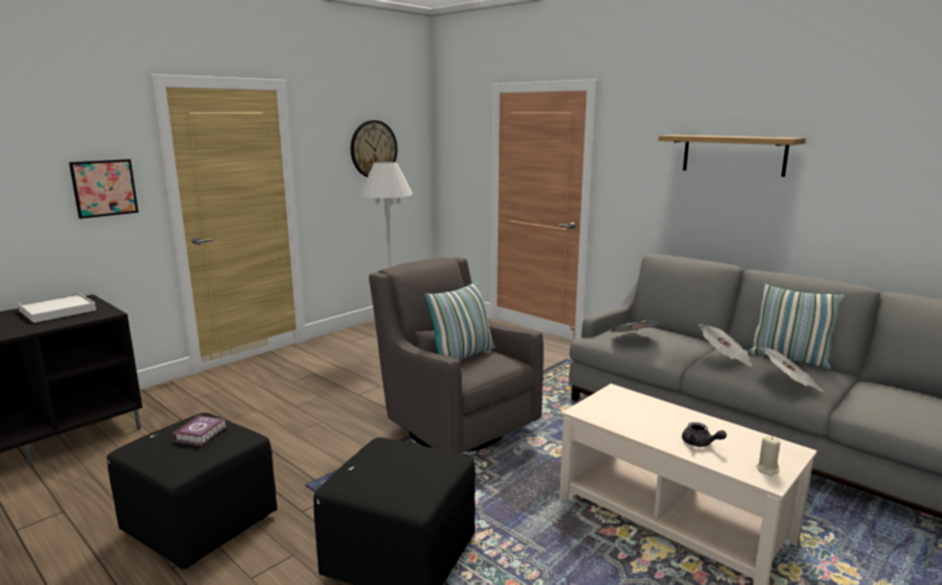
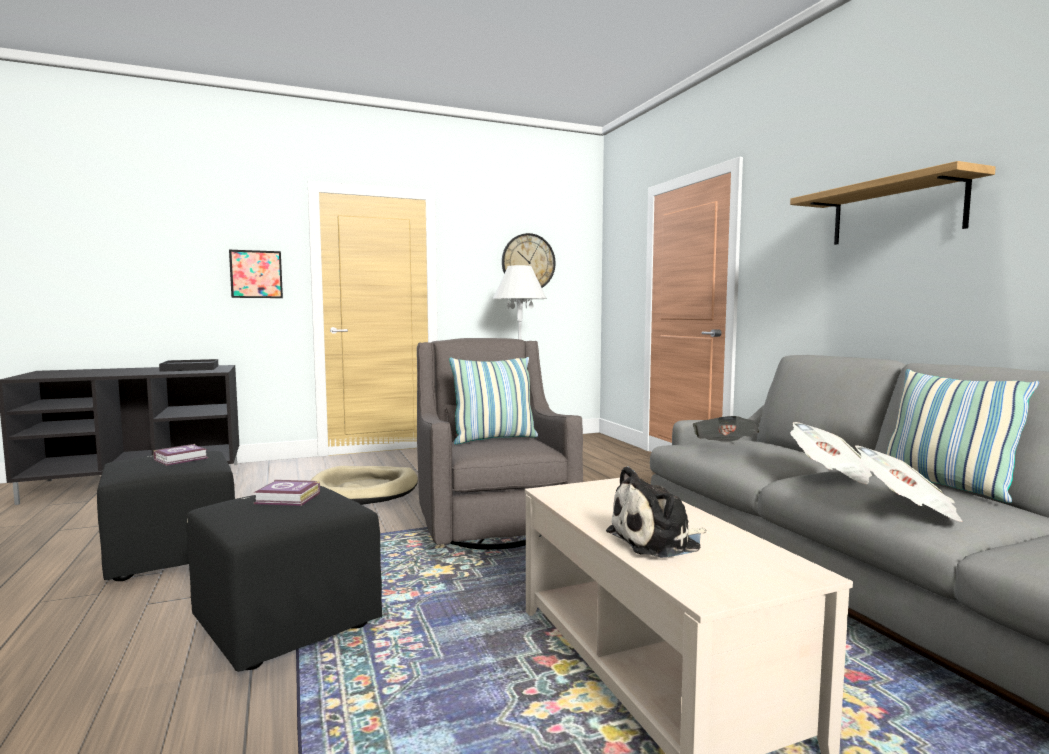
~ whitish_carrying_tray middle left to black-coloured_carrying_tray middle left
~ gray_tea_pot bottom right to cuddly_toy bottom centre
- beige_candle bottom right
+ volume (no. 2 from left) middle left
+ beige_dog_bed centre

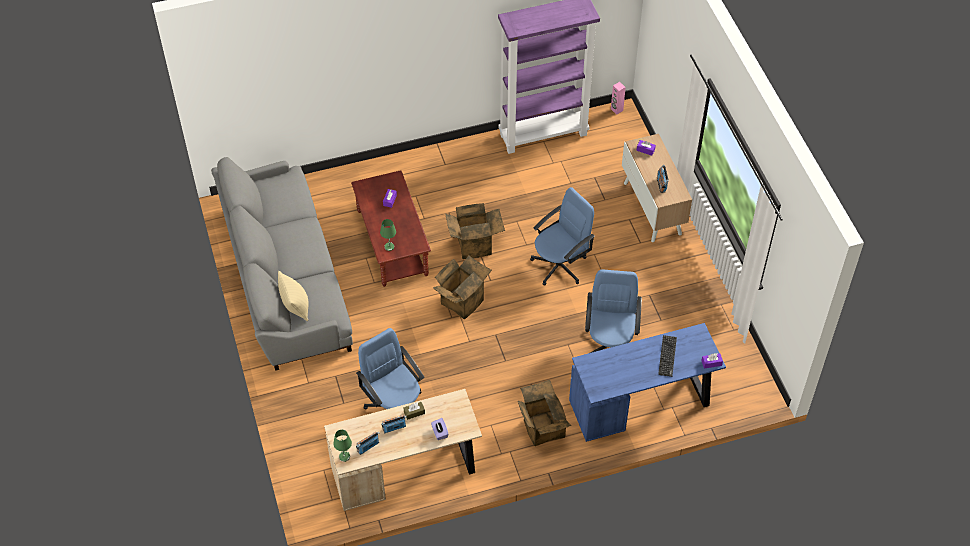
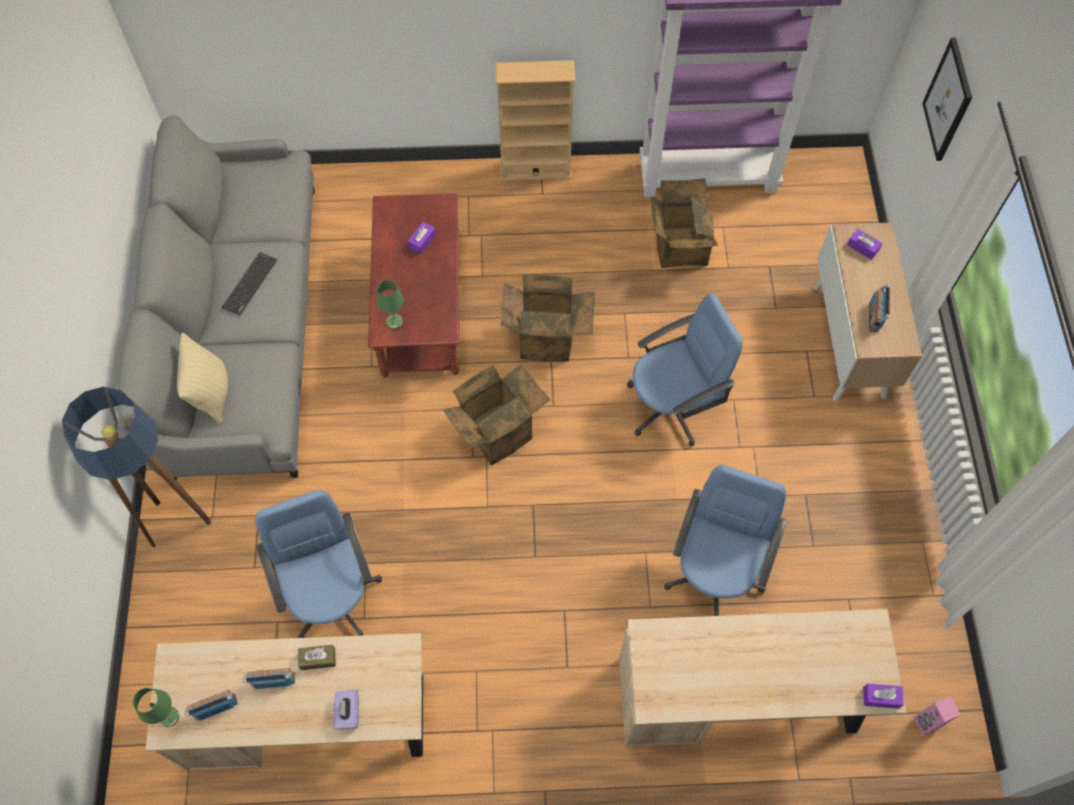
~ packing_box (no. 3 from left) bottom centre to top centre
~ blue_desk_unit bottom right to beige_desk_unit (no. 2 from left) bottom right
~ pink_speaker top centre to bottom right
~ computer_keyboard middle right to middle left
+ floor_lamp middle left
+ beige_shelving_unit top centre
+ wall_picture top right

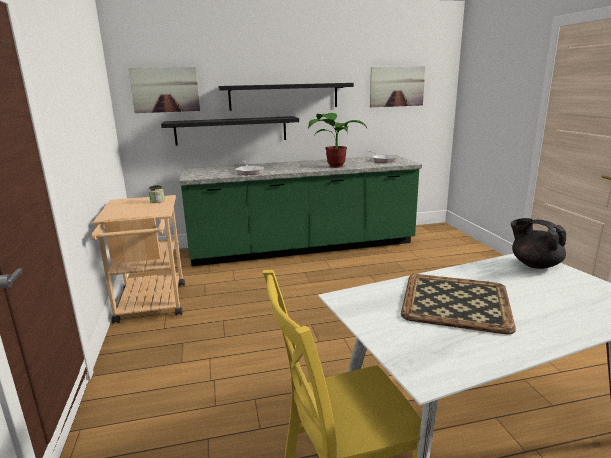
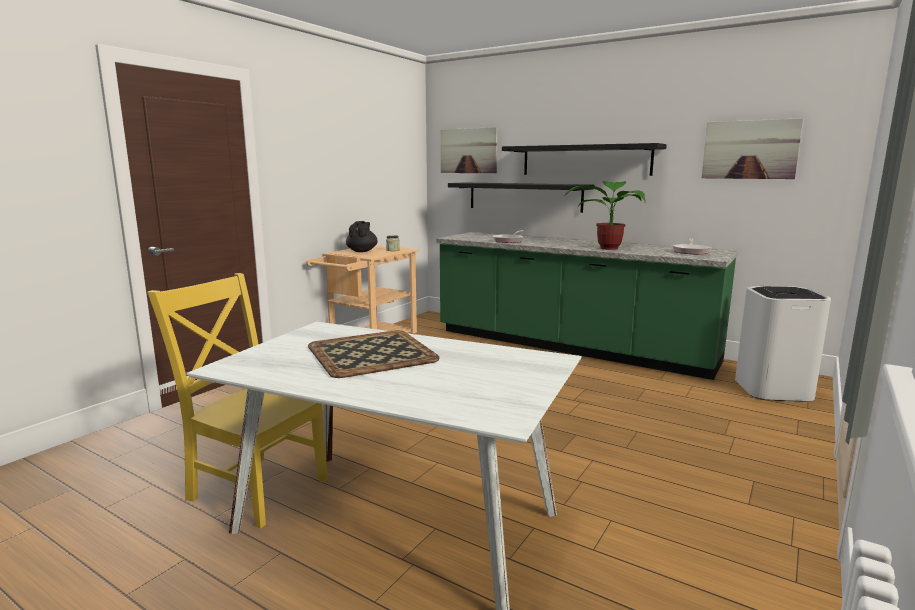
~ black-coloured_tea_pot middle right to centre
+ whitish_waste_bin middle right

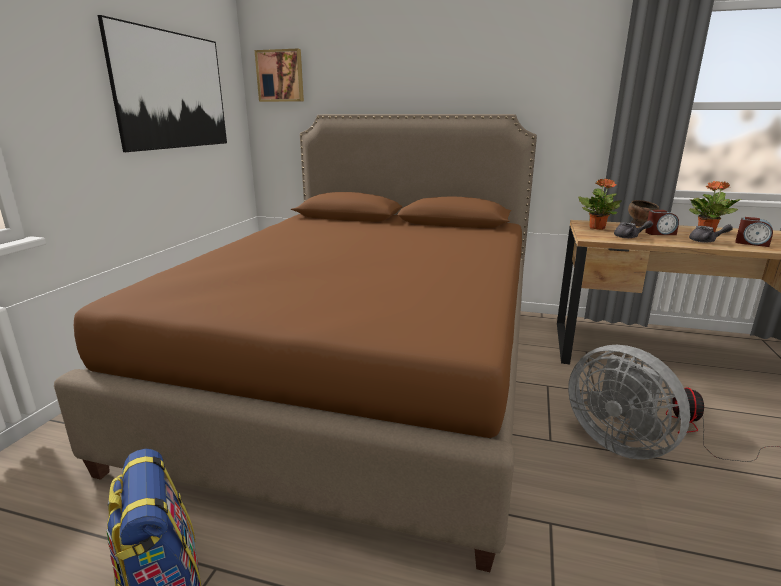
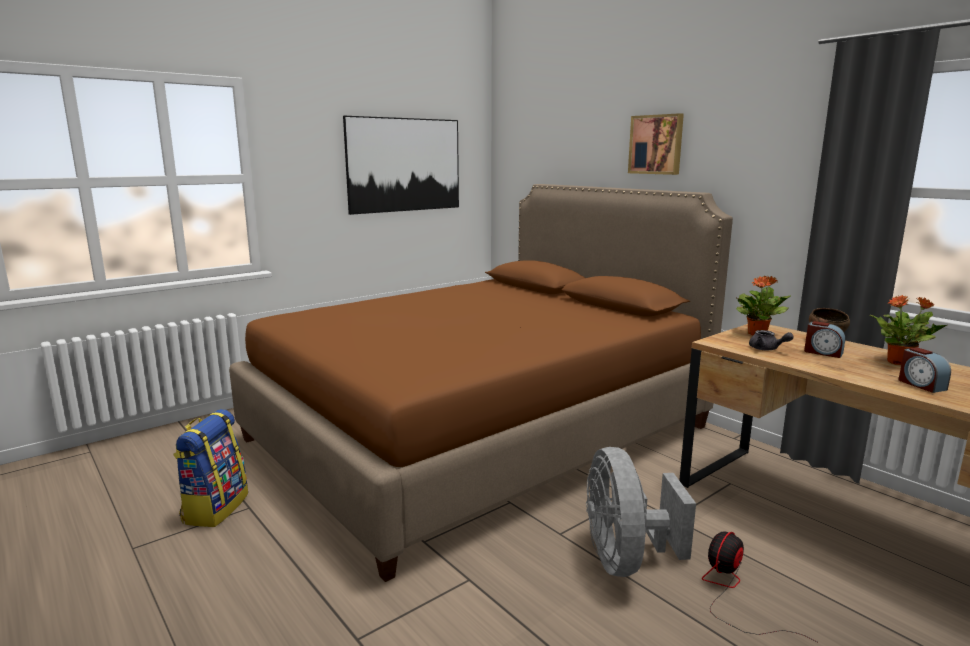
~ wall_picture (no. 2 from left) top centre to top right
- gray_tea_pot (no. 2 from left) middle right

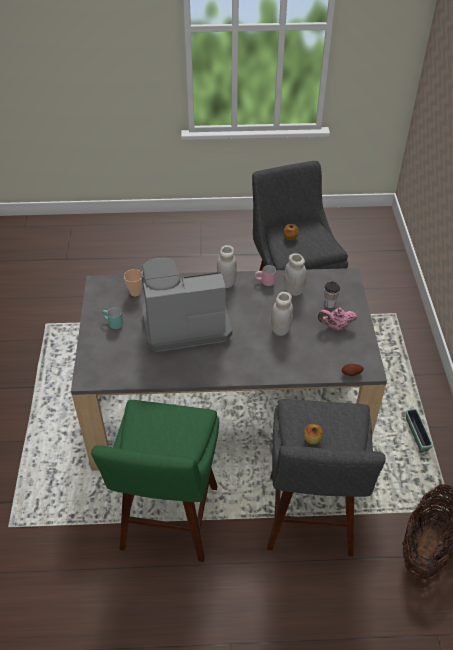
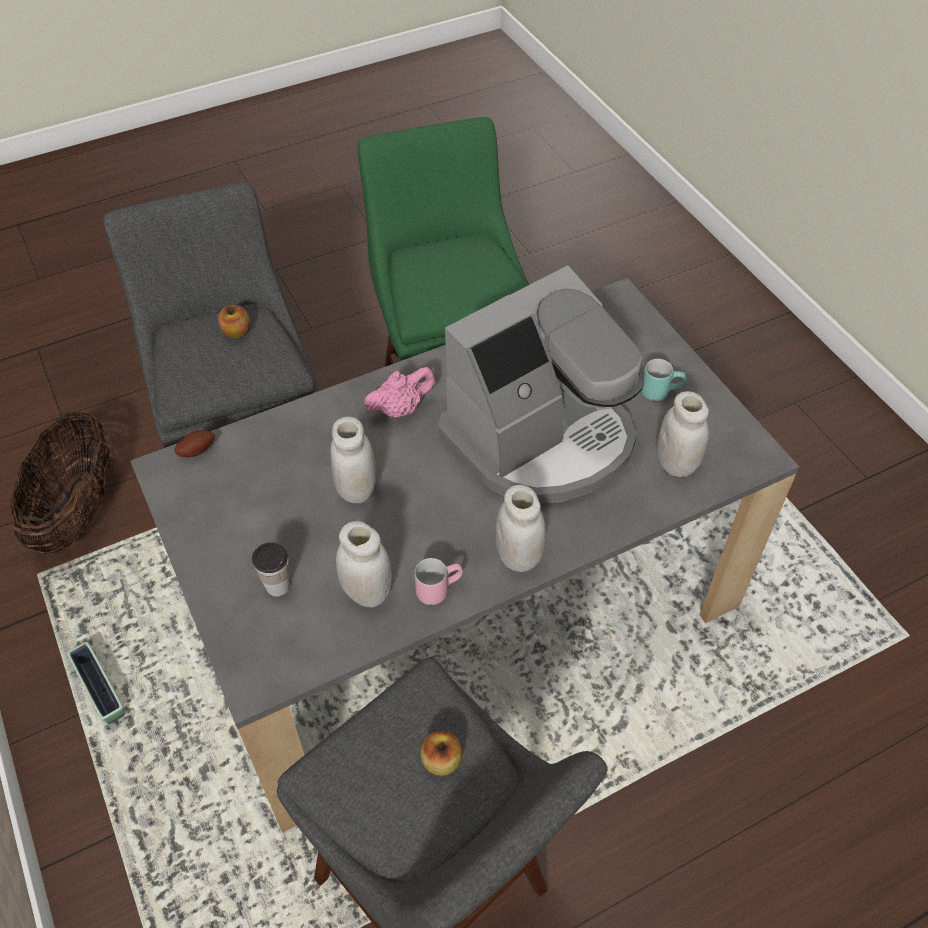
~ drinking_cup (no. 1 from left) middle left to whitish_jar (no. 4 from left) middle right
~ pink_tea_pot middle right to centre

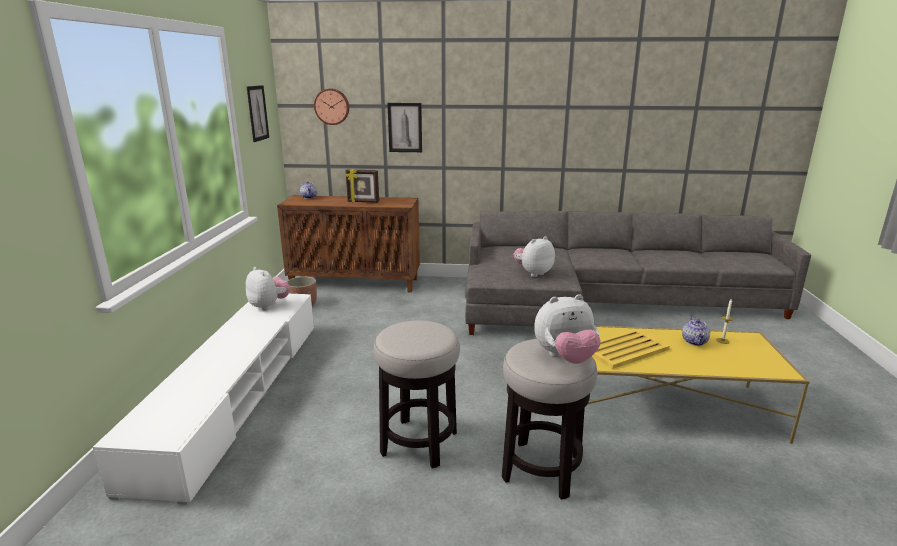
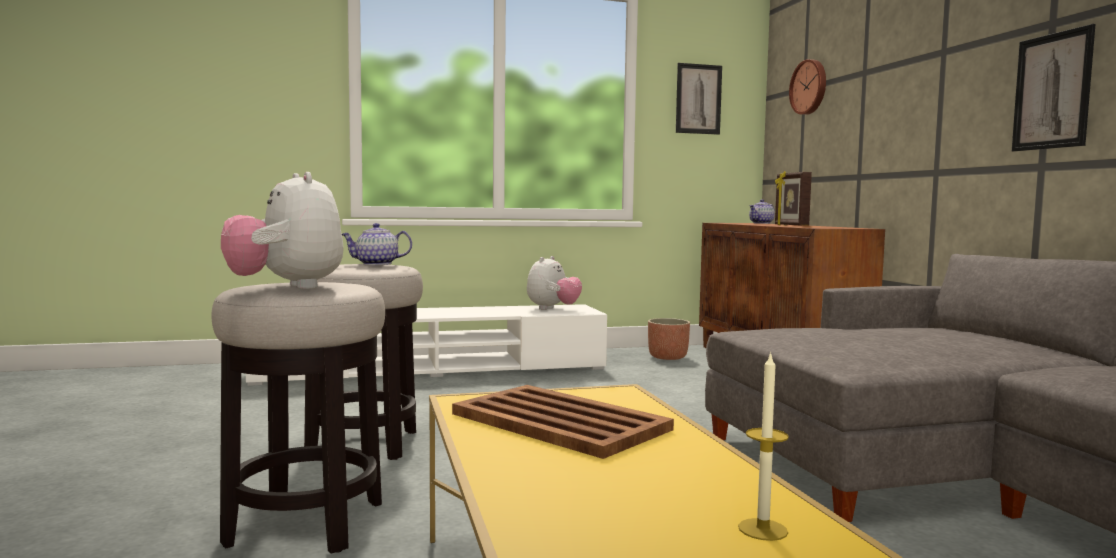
~ wall_picture (no. 2 from left) top centre to top right
- cuddly_toy (no. 2 from left) centre
~ yellow_carrying_tray middle right to brownish_carrying_tray bottom centre
~ tea_pot (no. 2 from left in the first image) middle right to tea_pot (no. 1 from left) centre

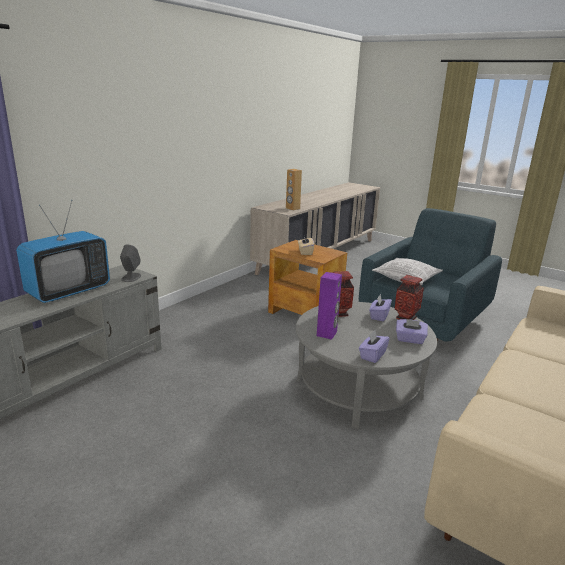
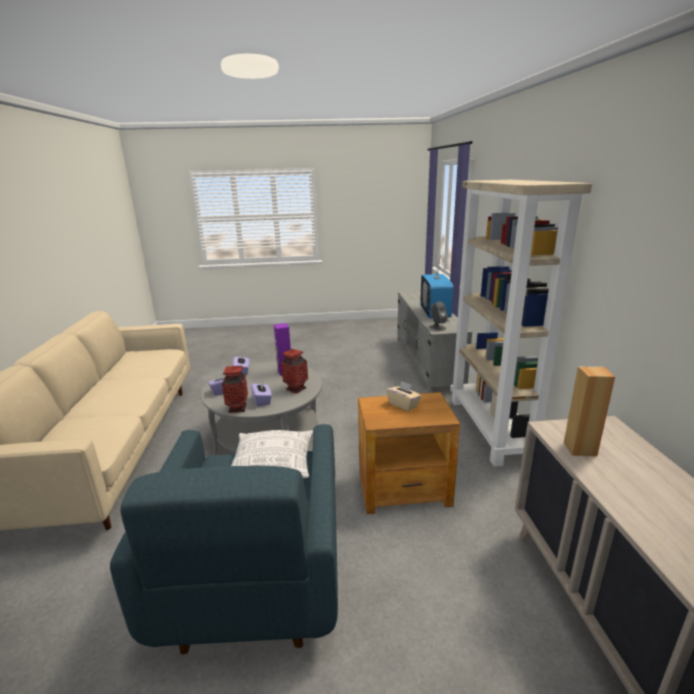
+ beige_shelving_unit middle right

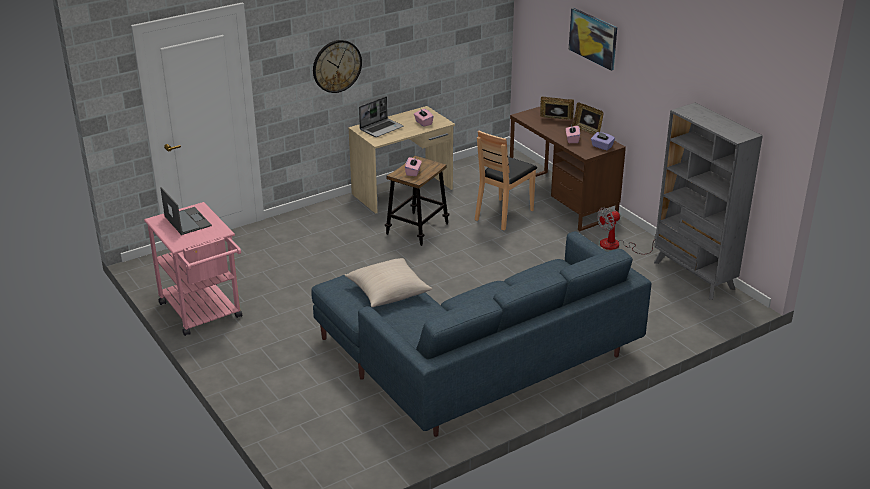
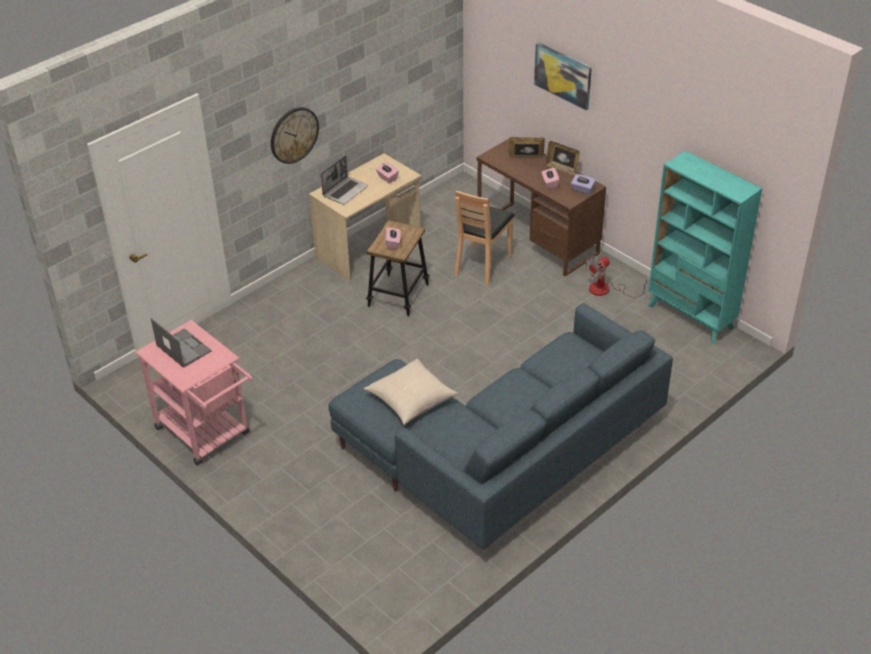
~ gray_shelving_unit middle right to turquoise_shelving_unit middle right

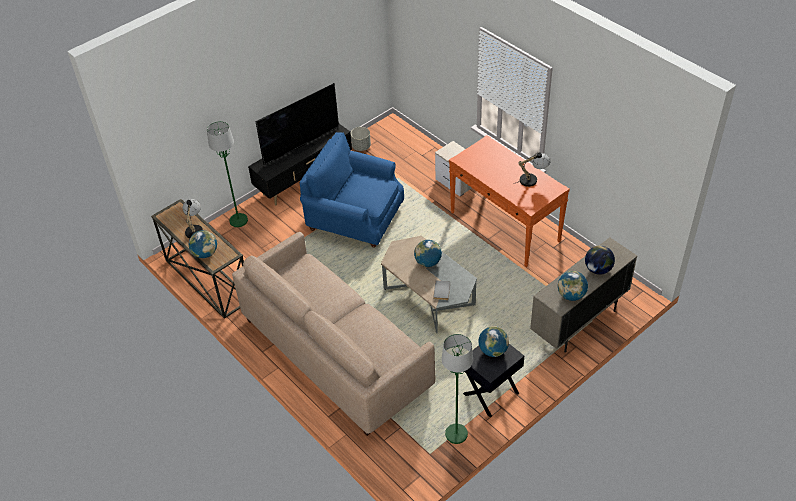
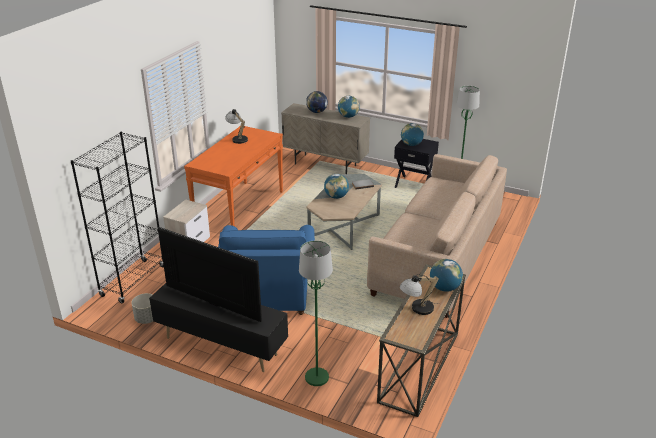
+ black-coloured_shelving_unit middle left

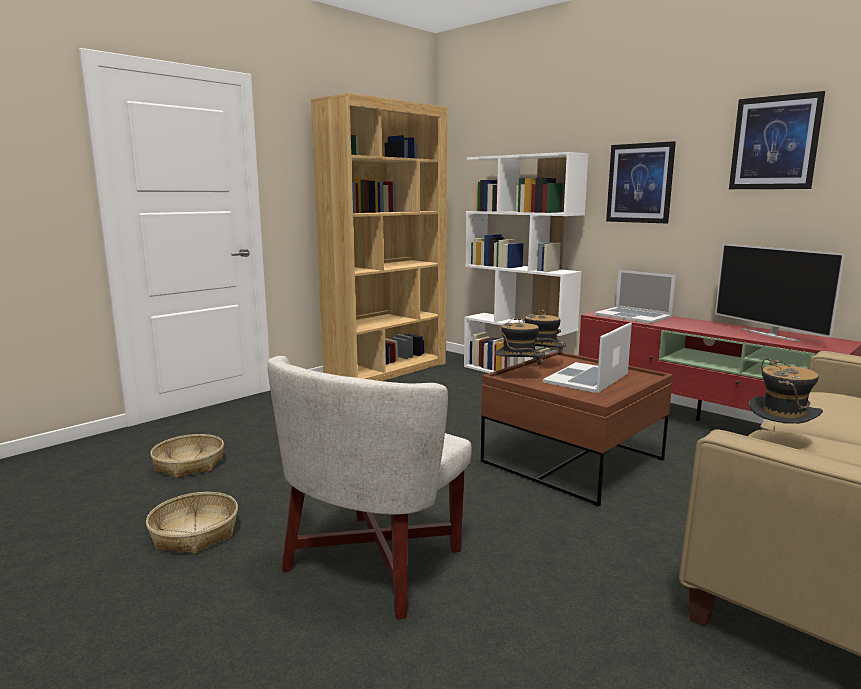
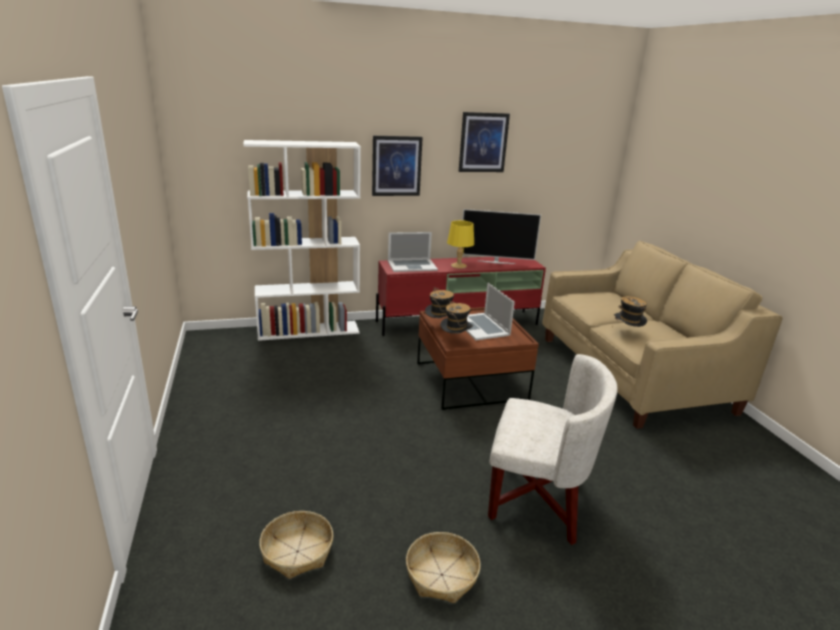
~ whitish_lounge_chair bottom centre = bottom centre 45 degrees counterclockwise
- brownish_shelving_unit centre
+ yellow_lamp_for_a_table centre

